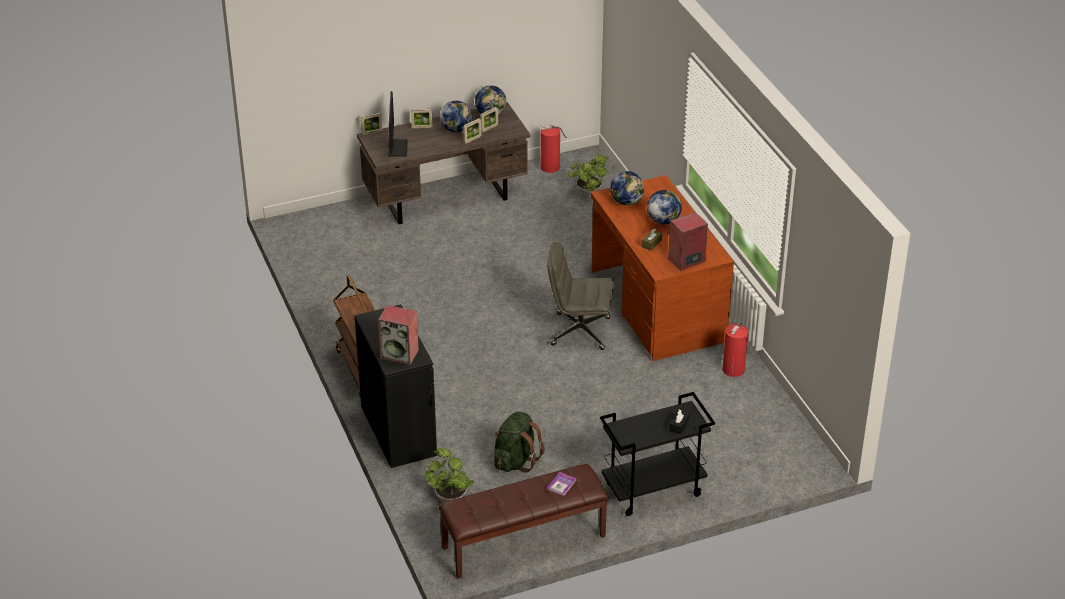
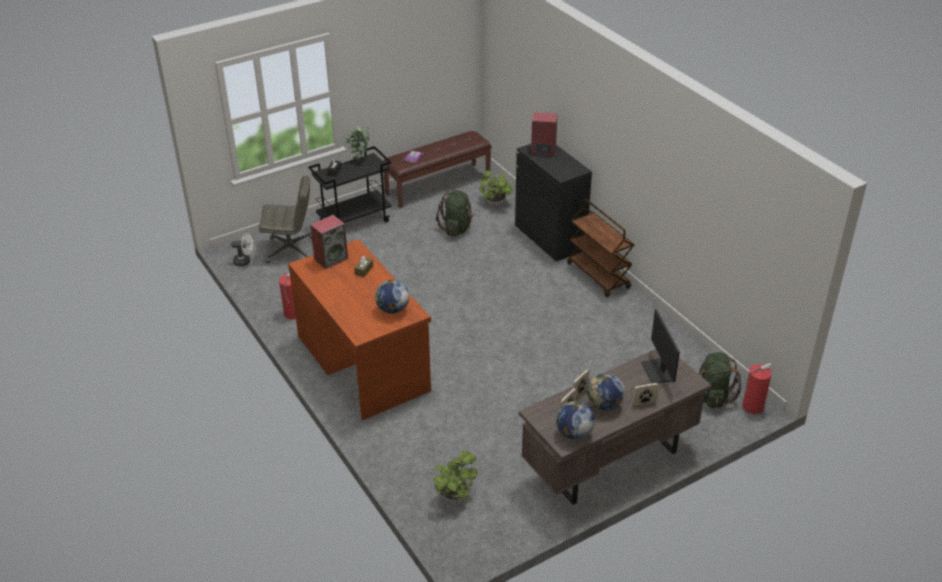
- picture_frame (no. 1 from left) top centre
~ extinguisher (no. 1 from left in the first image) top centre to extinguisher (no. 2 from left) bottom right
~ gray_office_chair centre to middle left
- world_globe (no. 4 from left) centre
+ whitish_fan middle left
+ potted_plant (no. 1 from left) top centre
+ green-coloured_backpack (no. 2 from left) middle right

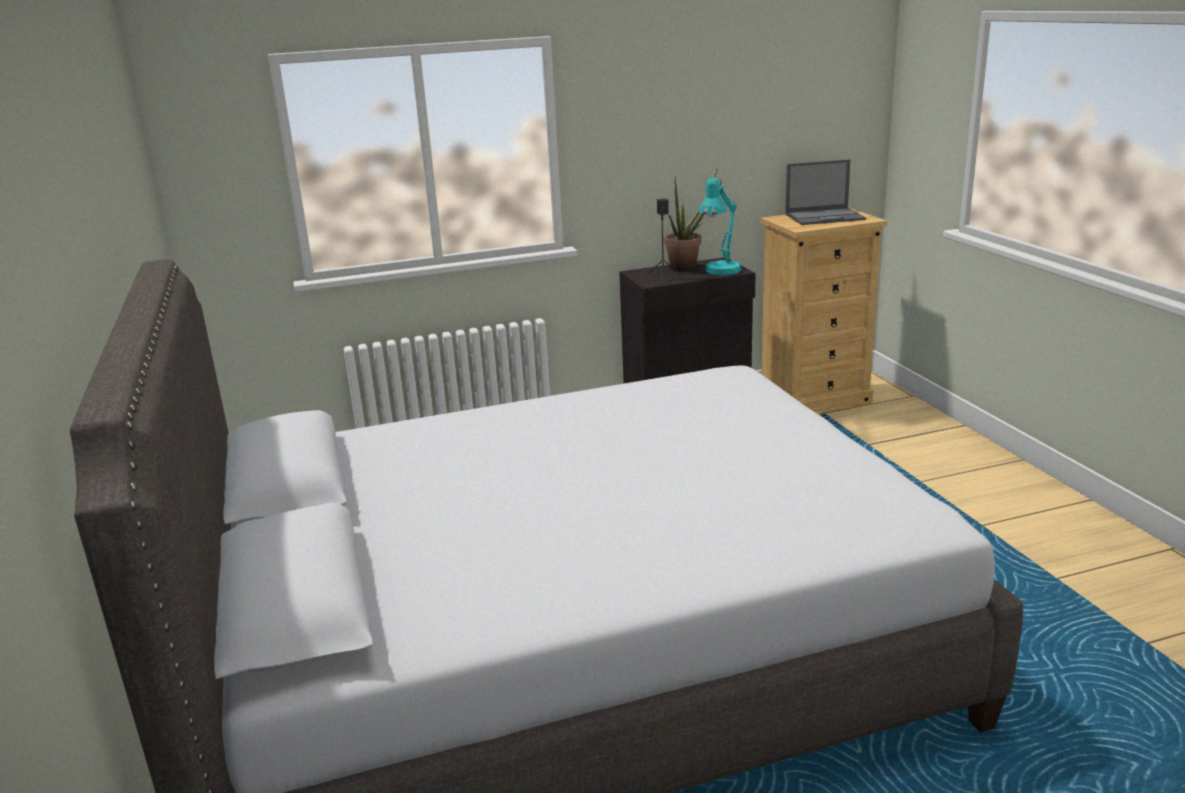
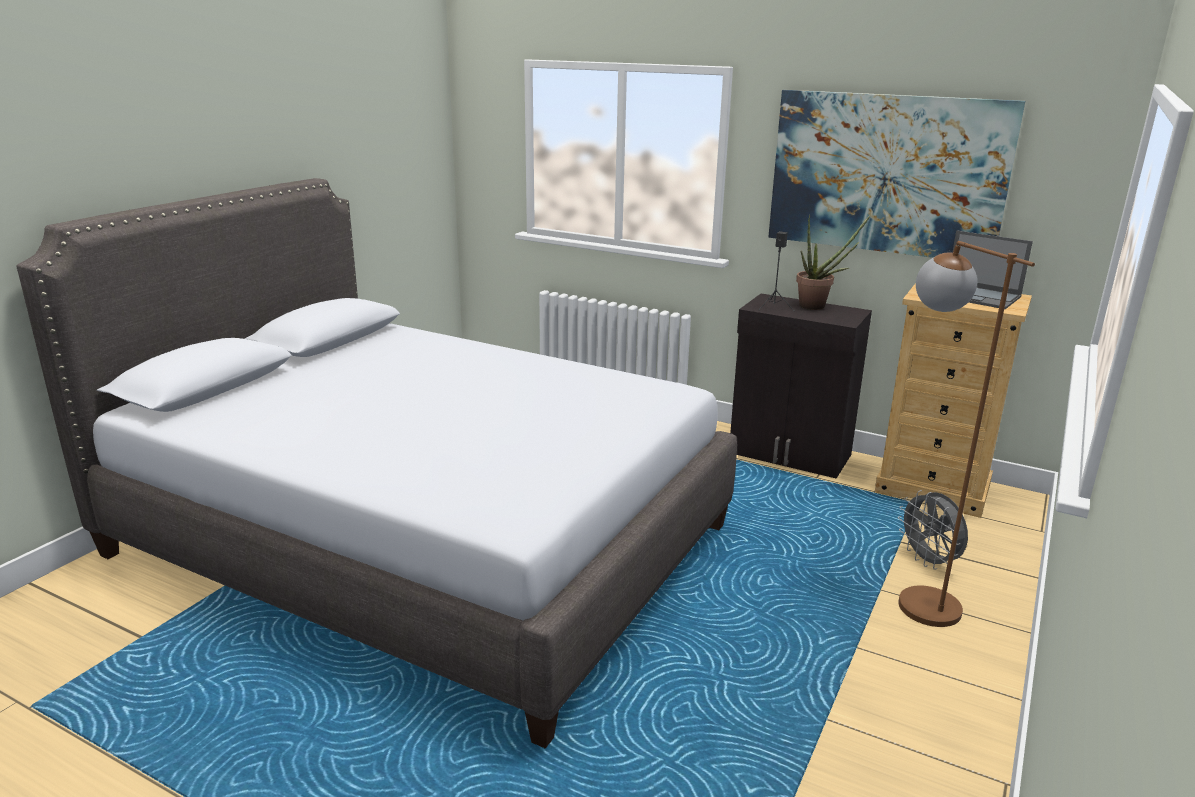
- turquoise_lamp_for_a_table top centre
+ wall_picture top right
+ brownish_floor_lamp middle right
+ gray_fan middle right

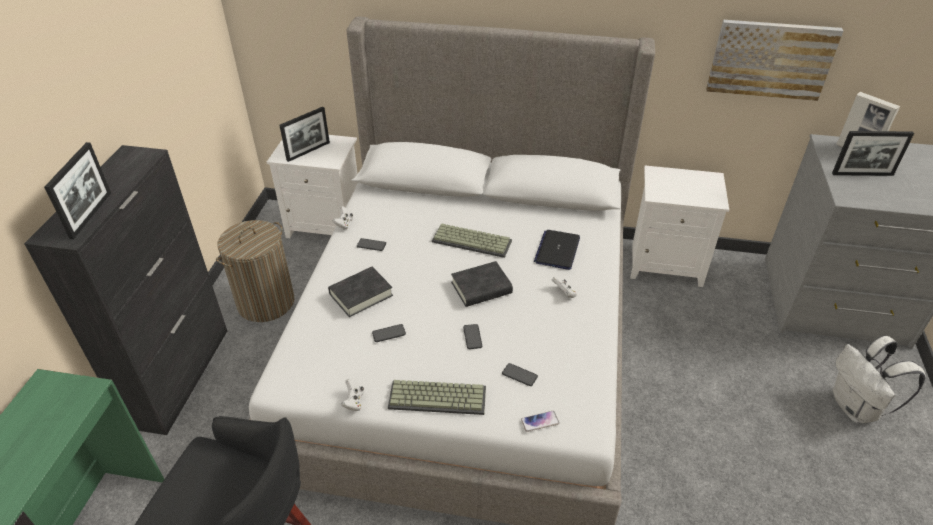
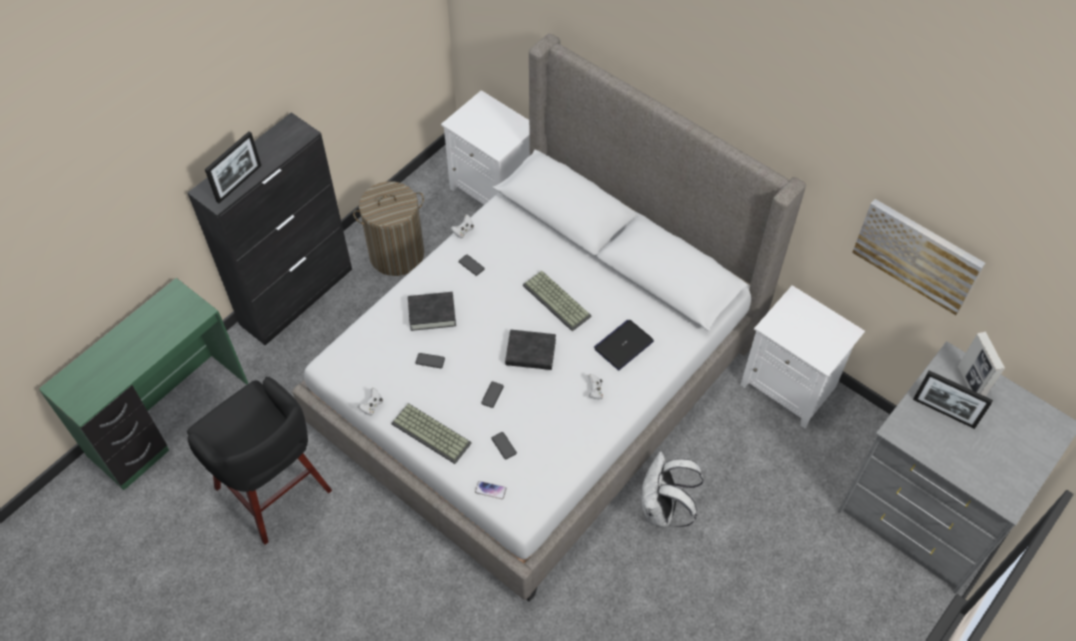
- picture_frame (no. 2 from left) top left
~ whitish_backpack bottom right to bottom centre

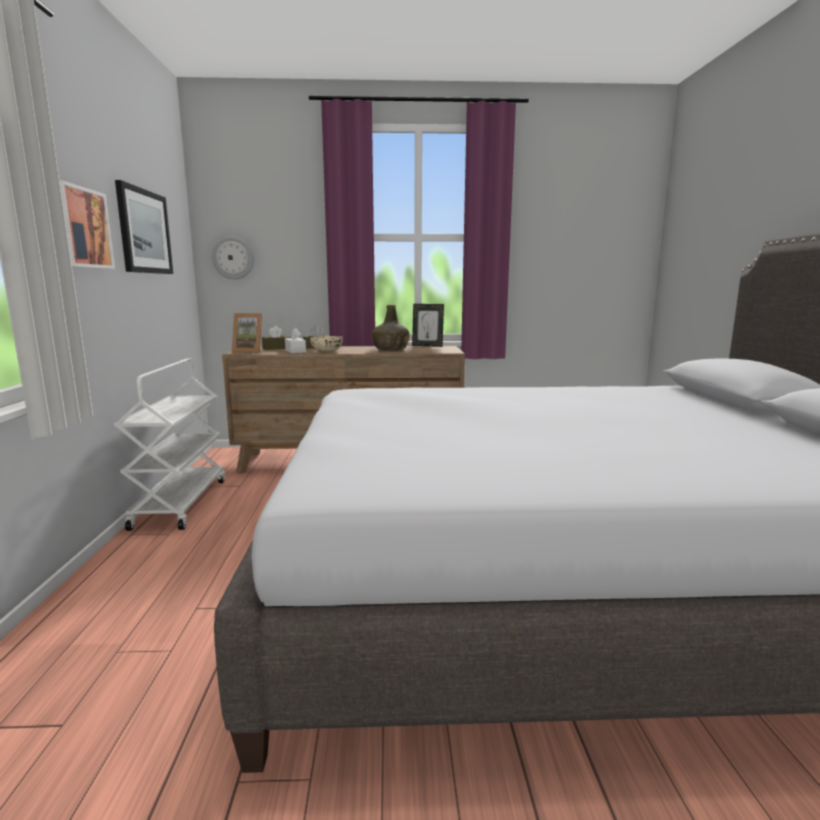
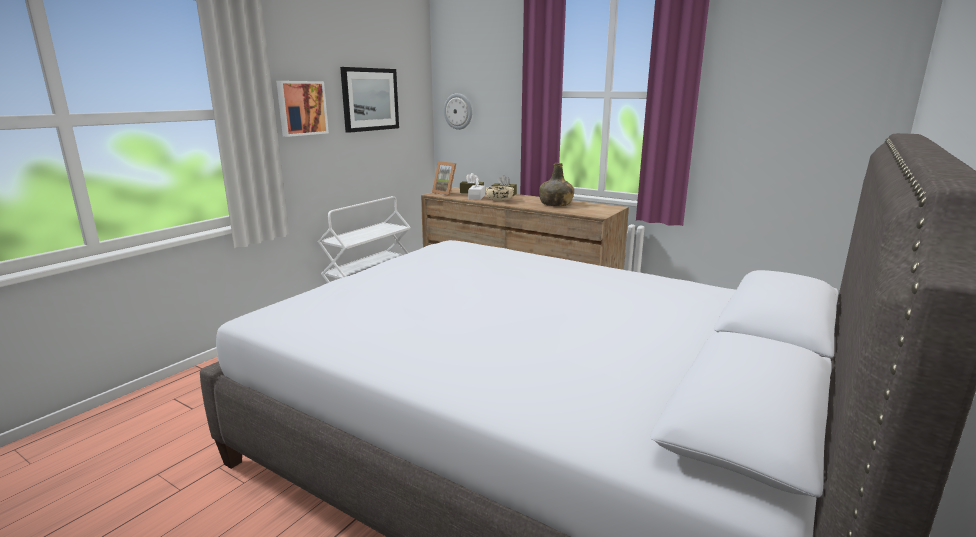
- picture_frame (no. 2 from left) centre

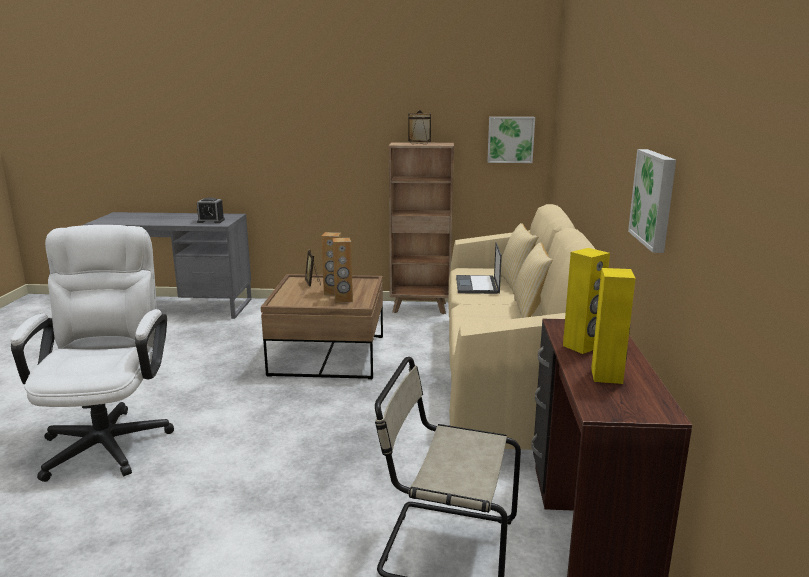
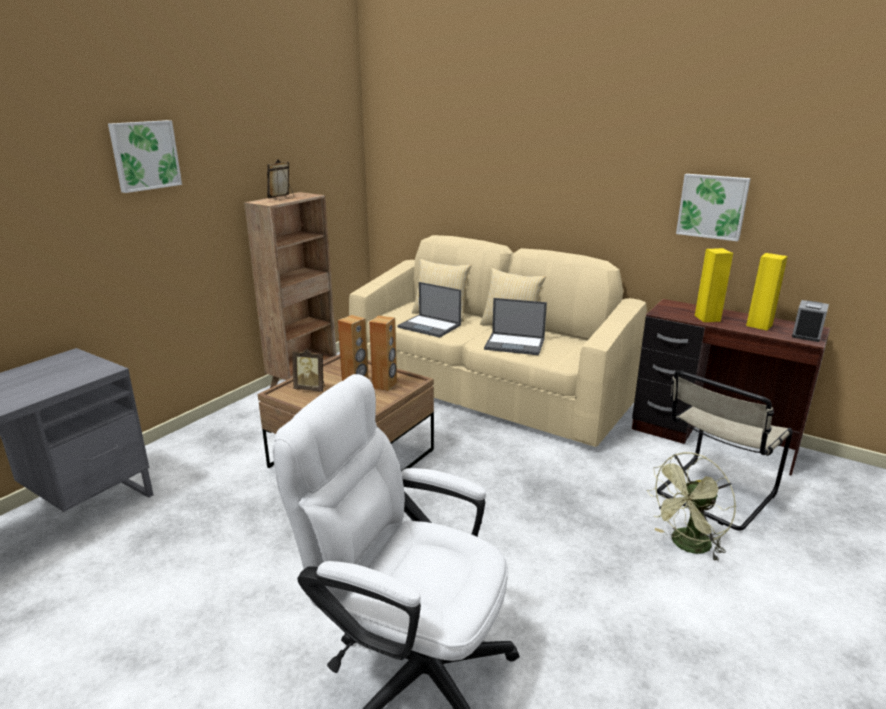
~ alarm_clock middle left to middle right
~ wall_picture (no. 1 from left) top centre to top left
+ laptop (no. 2 from left) centre
+ green-coloured_fan bottom right

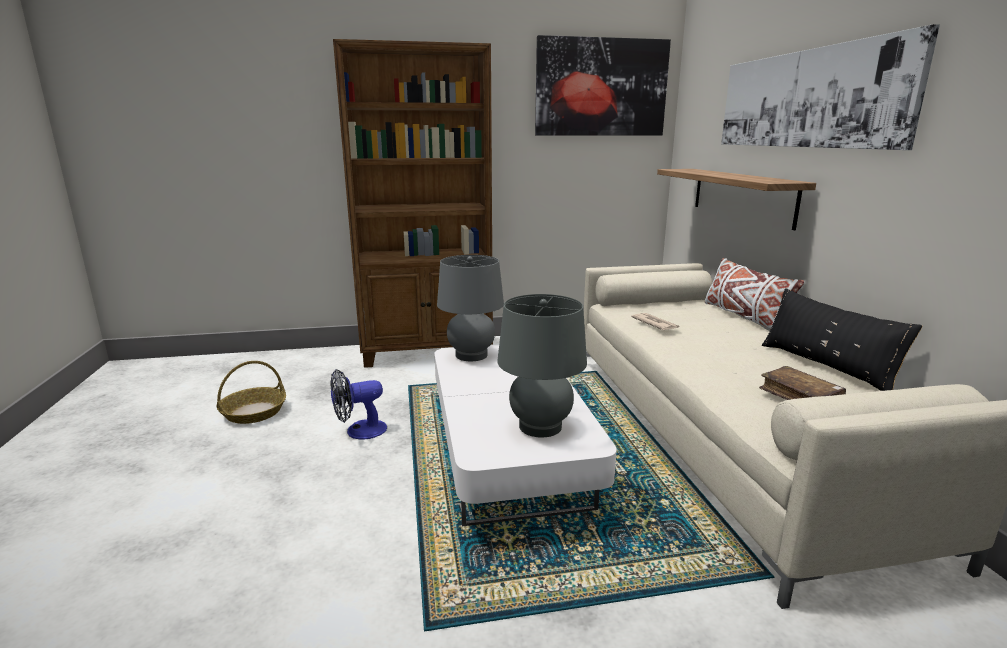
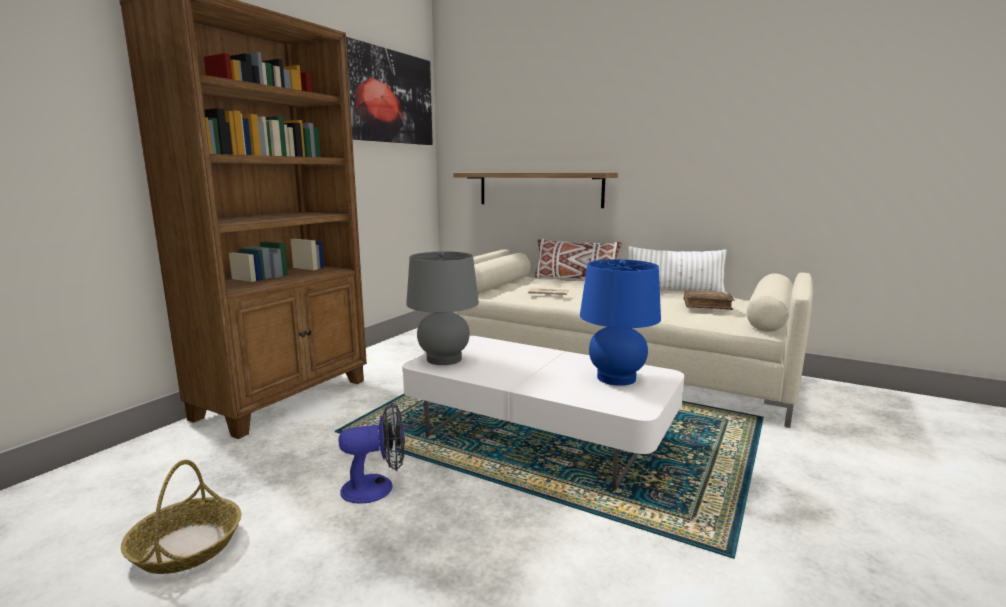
~ fan centre = bottom centre 120 degrees counterclockwise
~ gray_lamp_for_a_table (no. 2 from left) centre to blue_lamp_for_a_table centre
- wall_picture (no. 2 from left) top right
~ black-coloured_pillow middle right to whitish_pillow (no. 2 from left) middle right

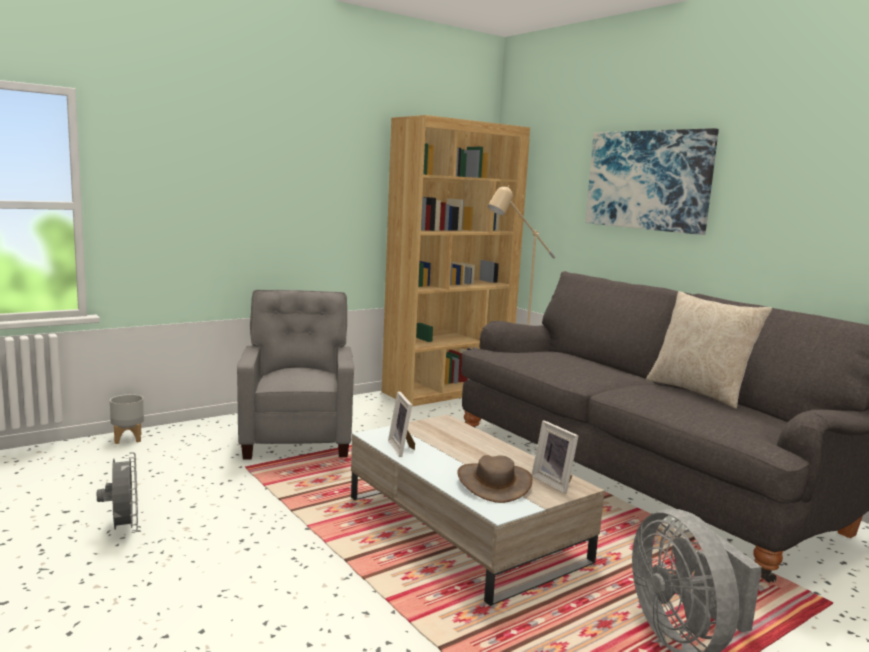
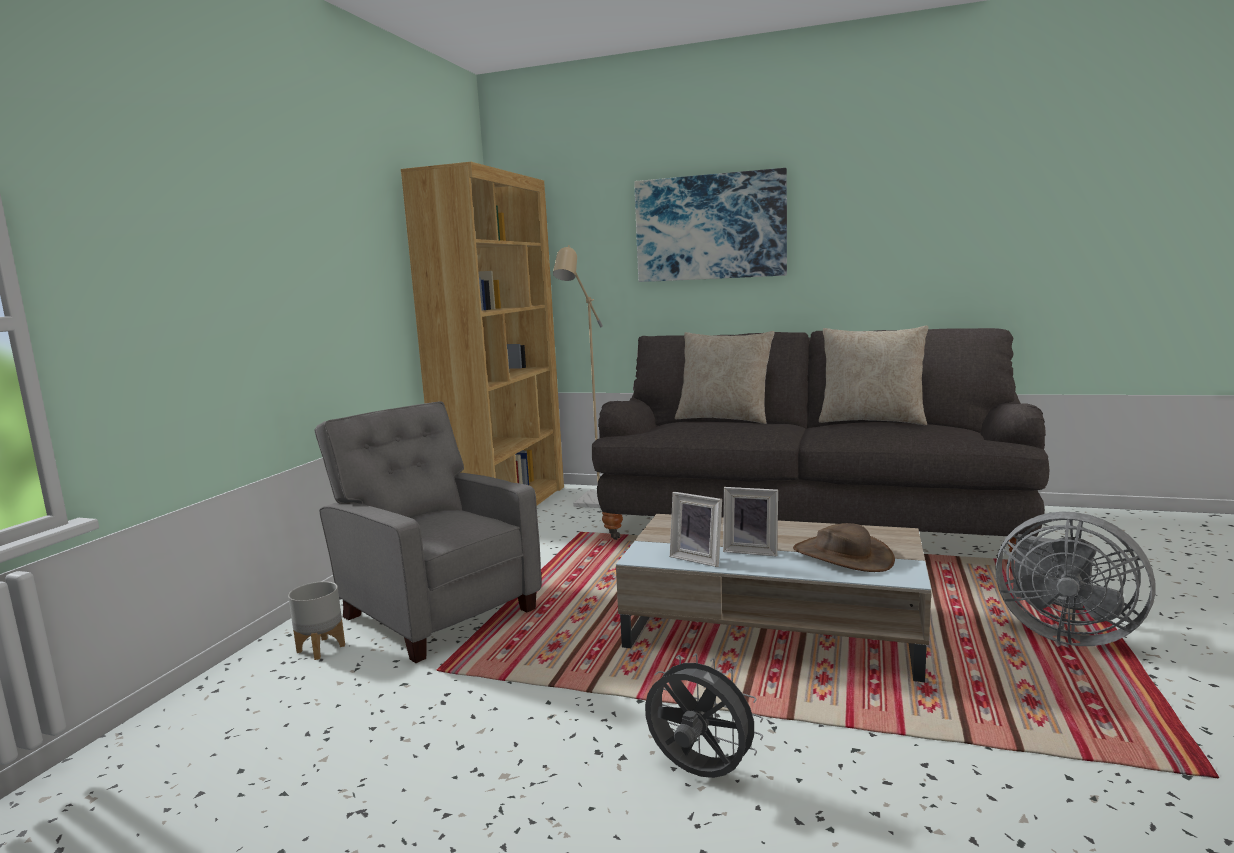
~ gray_fan (no. 1 from left) bottom left to bottom centre
~ gray_flower_pot middle left to bottom left
~ picture_frame (no. 2 from left) bottom centre to centre
+ beige_pillow (no. 1 from left) centre

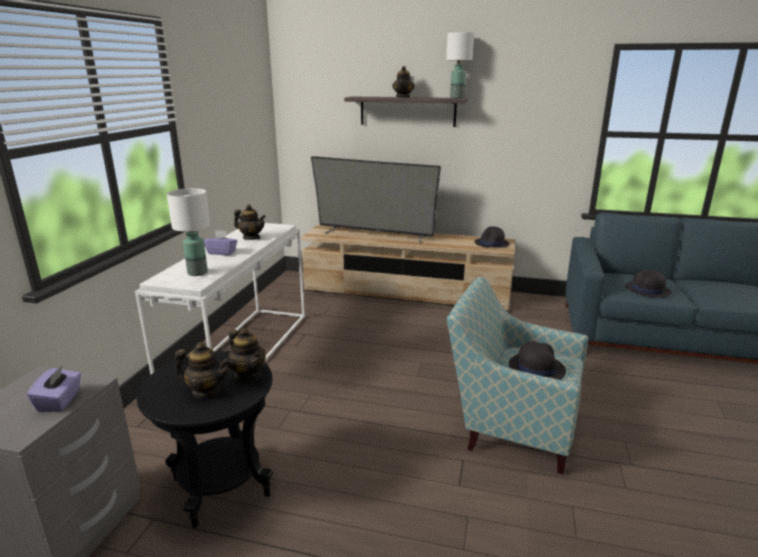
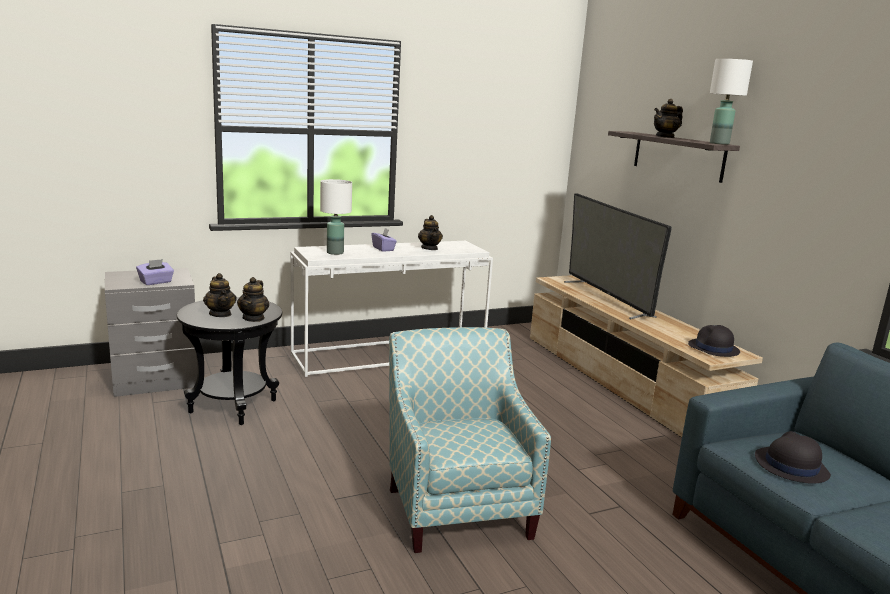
- black-coloured_hat (no. 2 from left) middle right

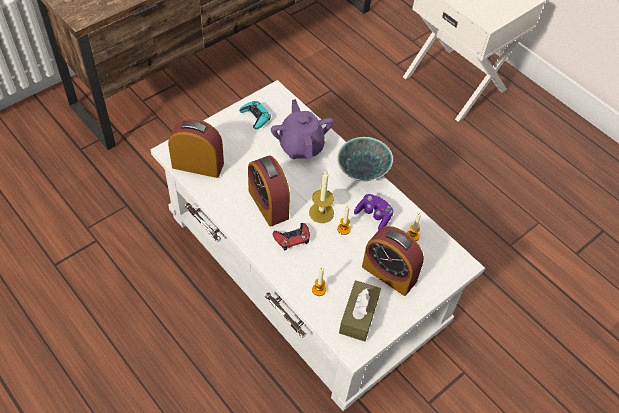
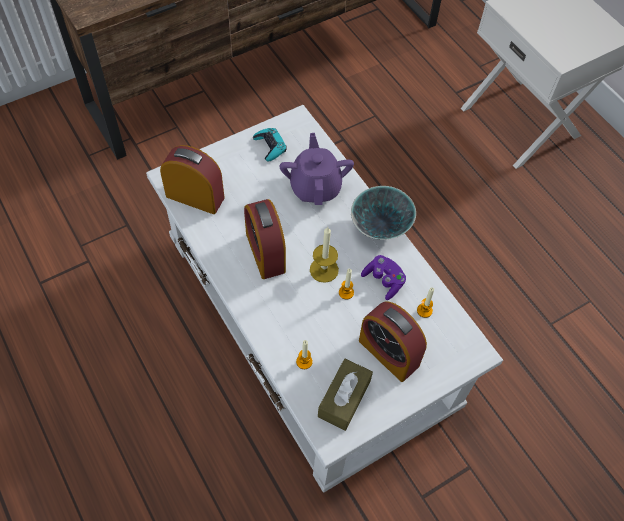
- red-coloured_joypad centre

